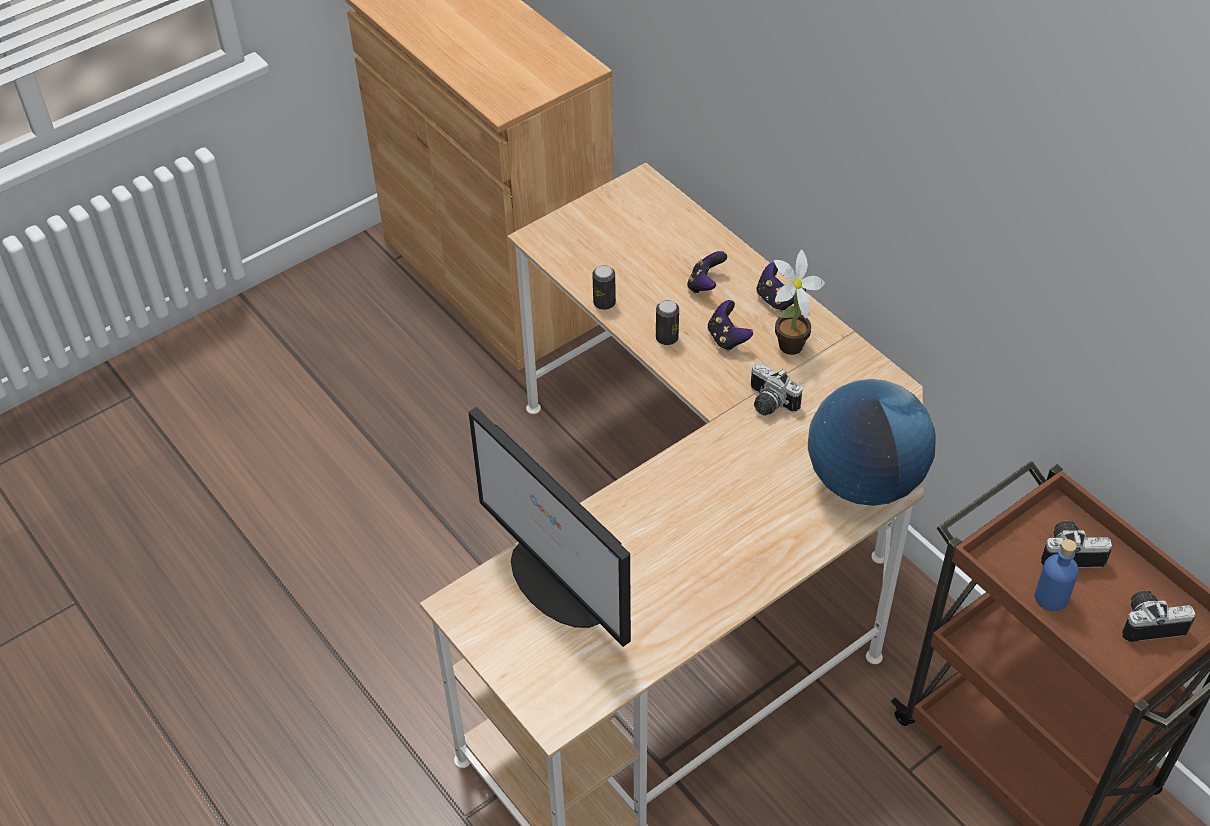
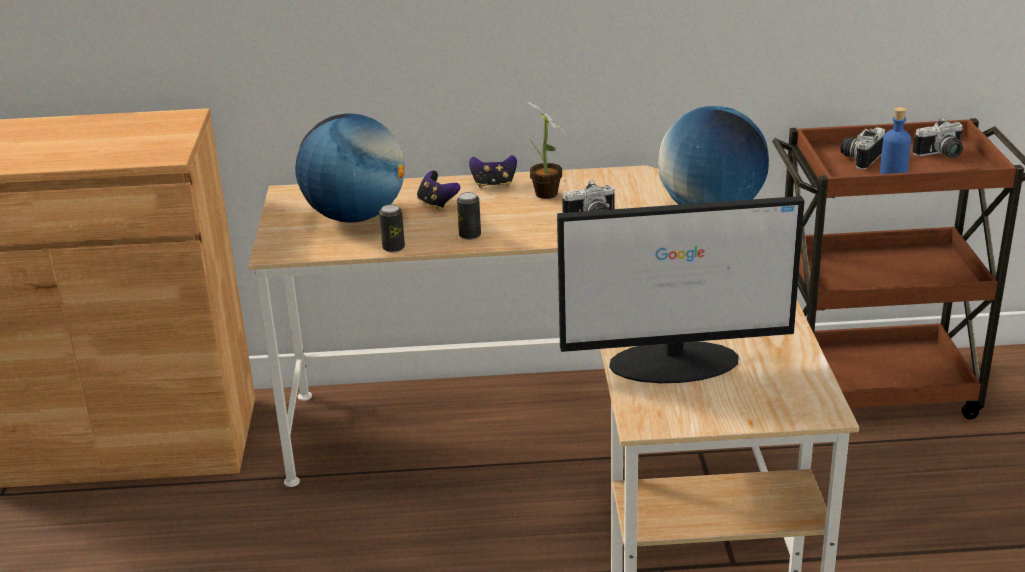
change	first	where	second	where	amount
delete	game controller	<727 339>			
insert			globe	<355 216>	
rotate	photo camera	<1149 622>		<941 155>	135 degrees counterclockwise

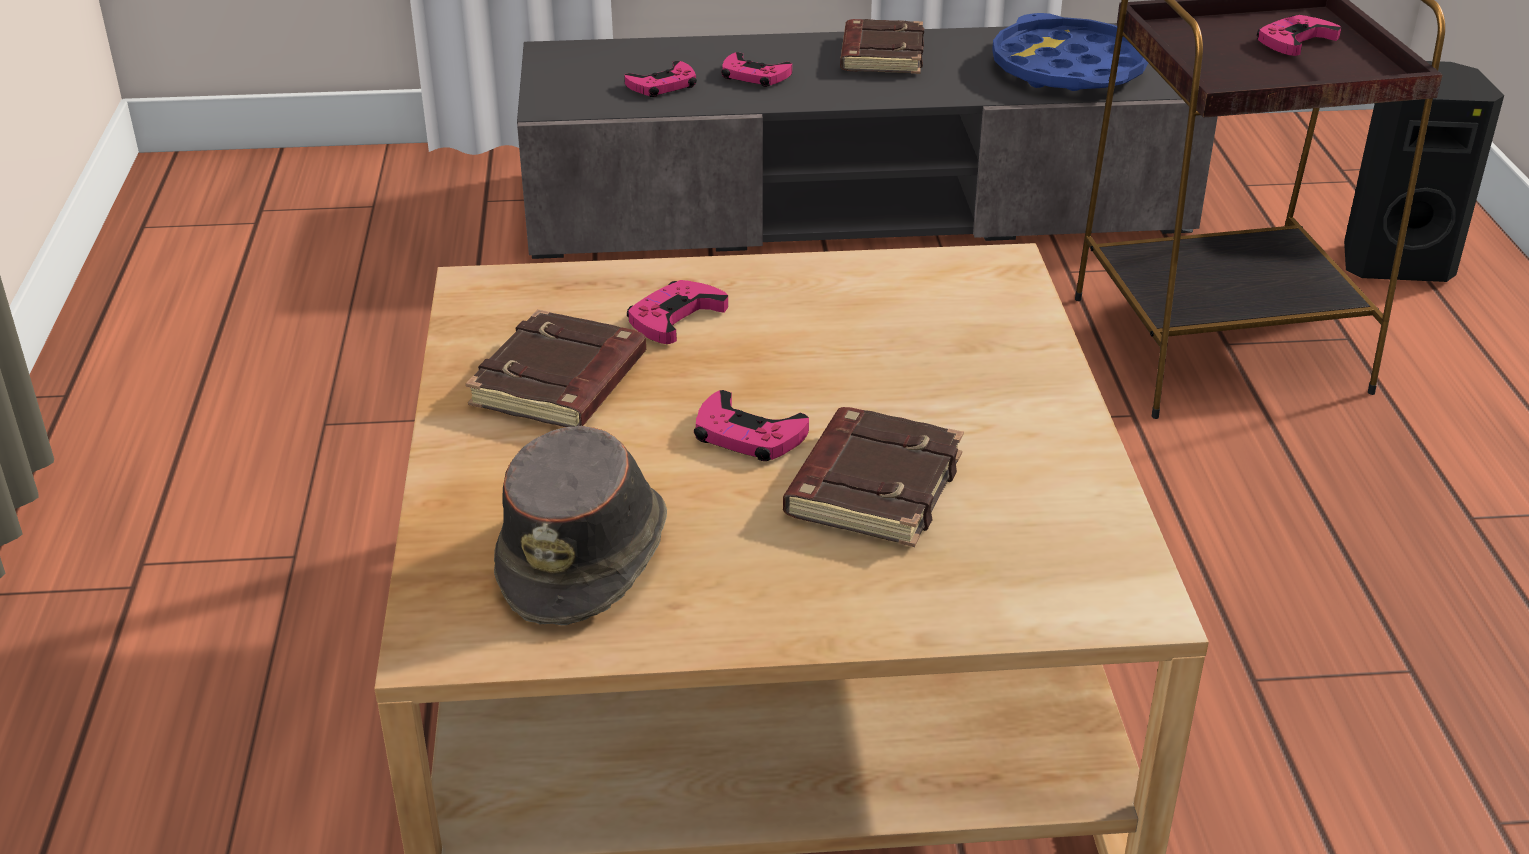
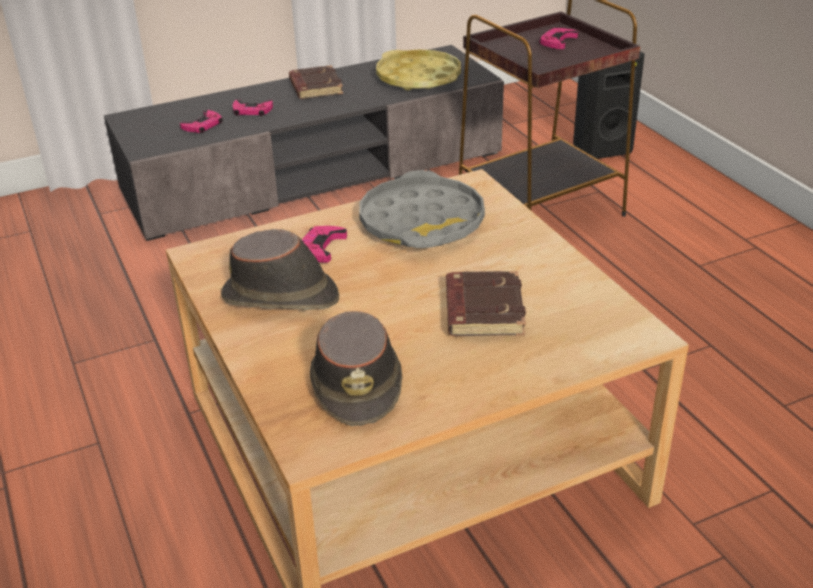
change	first	where	second	where	amount
delete	game controller/pink	<748 436>			
insert			tray/grey	<422 222>	
replace	book/brown	<561 383>	hat/brown	<281 297>	
recolor	tray/blue	<1068 69>	tray/yellow	<418 78>	

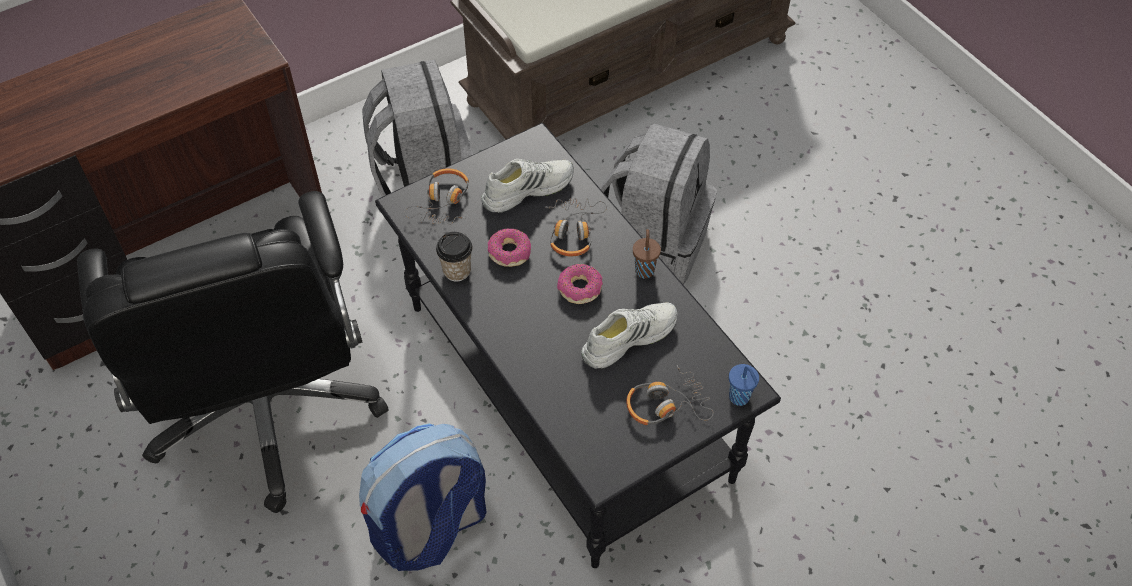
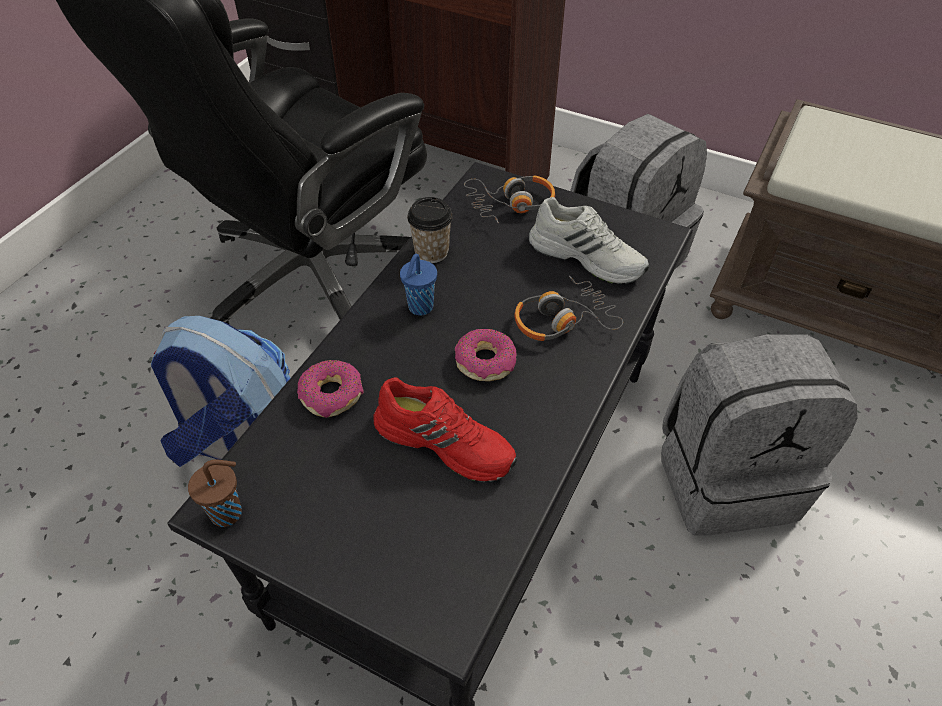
change	first	where	second	where	amount
delete	headphones	<666 405>			
move	donut	<509 252>		<332 395>	
move	cup/brown	<644 270>		<228 512>	
move	cup/blue	<740 398>		<420 308>	
recolor	shoe/white	<628 337>	shoe/red	<446 441>	

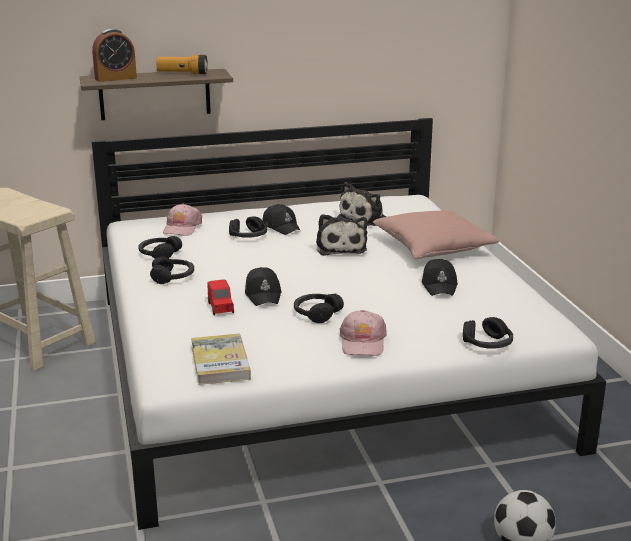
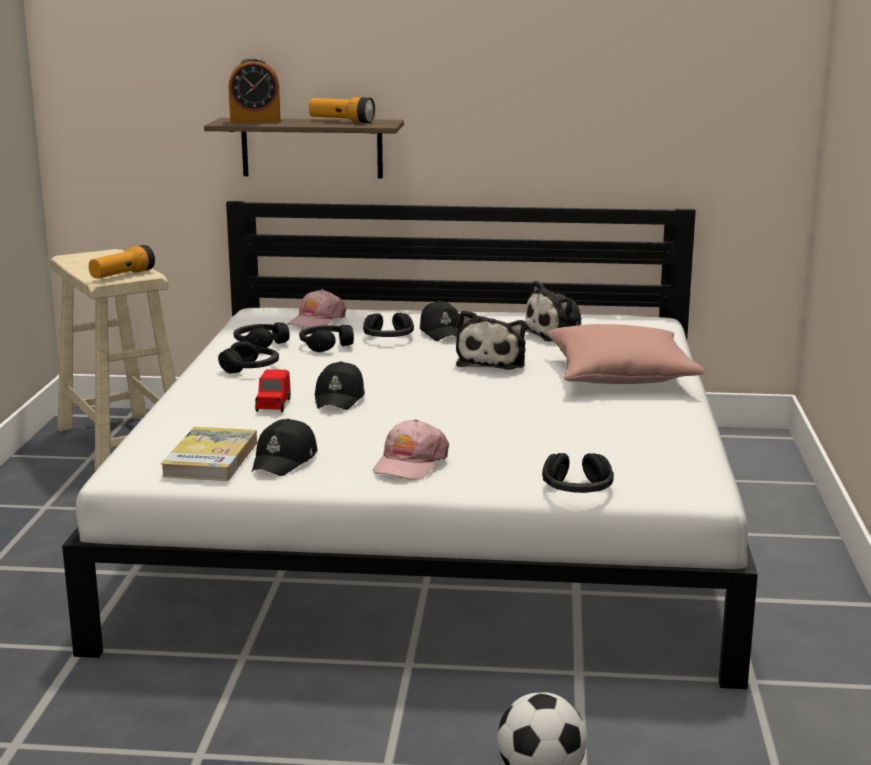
change	first	where	second	where	amount
insert			flashlight	<122 275>	
move	headphones/black	<316 314>		<325 345>	
move	cap/black	<439 285>		<285 460>	

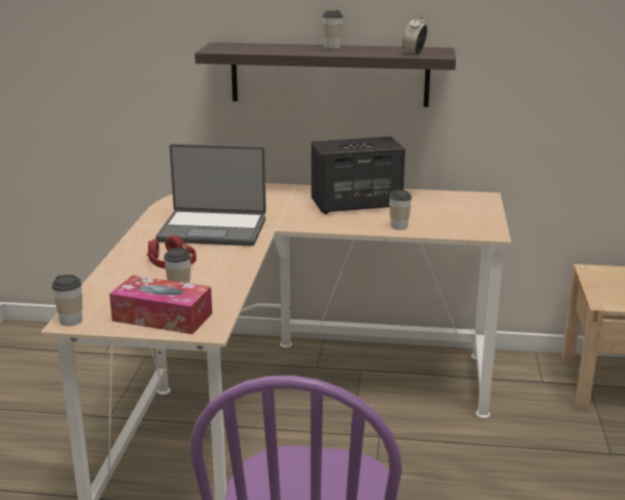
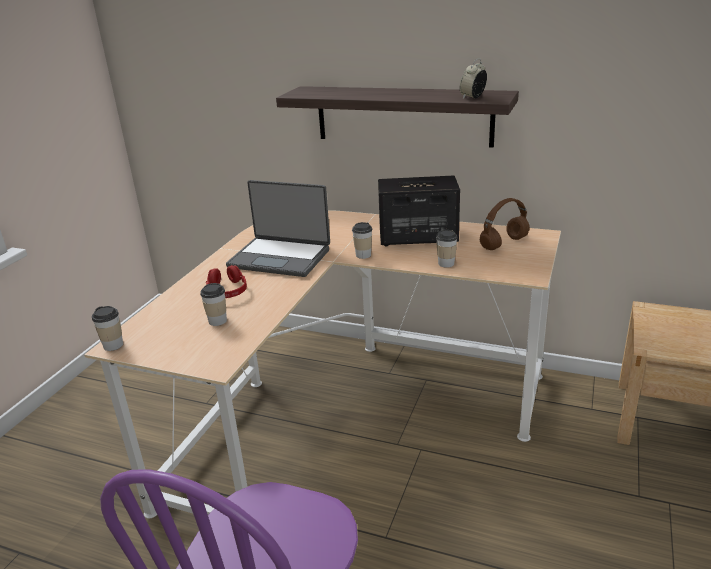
change	first	where	second	where	amount
delete	tissue box	<162 317>			
insert			headphones/brown	<504 243>	
move	cup	<332 47>		<363 255>	

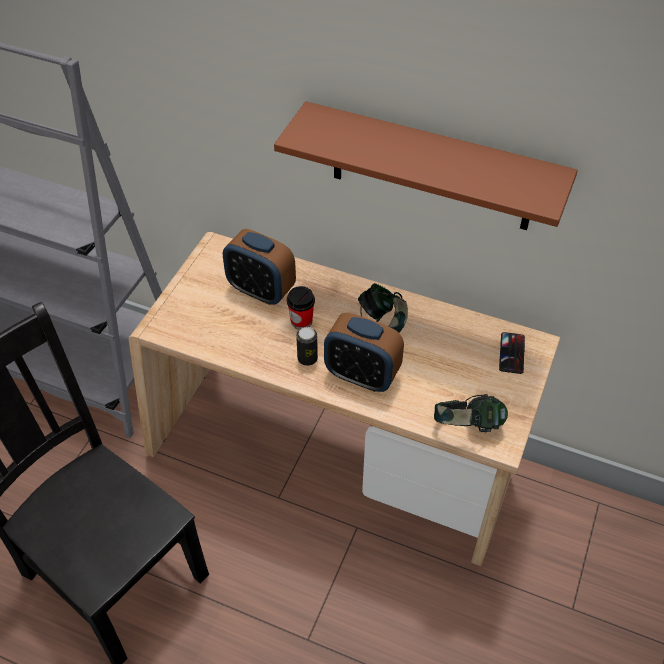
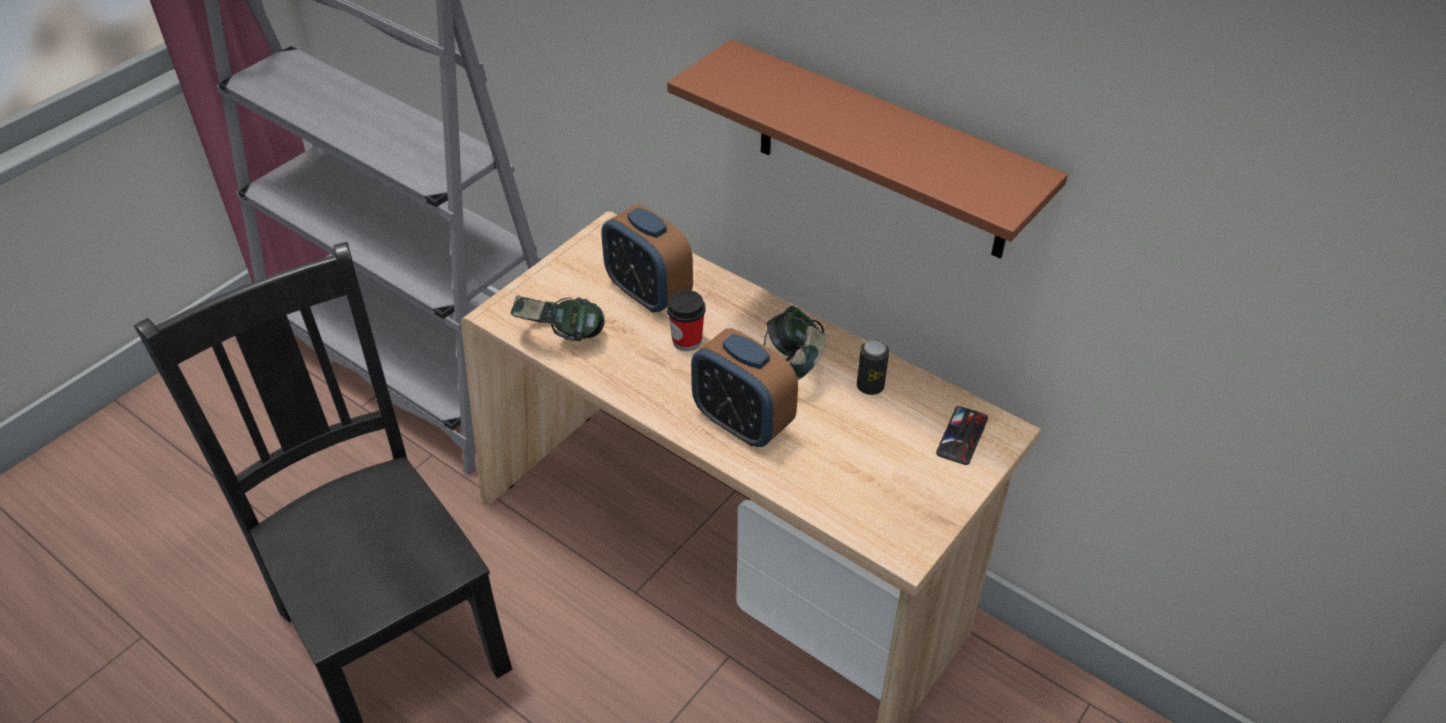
change	first	where	second	where	amount
move	can	<307 358>		<870 386>	
move	headphones	<467 427>		<560 337>	

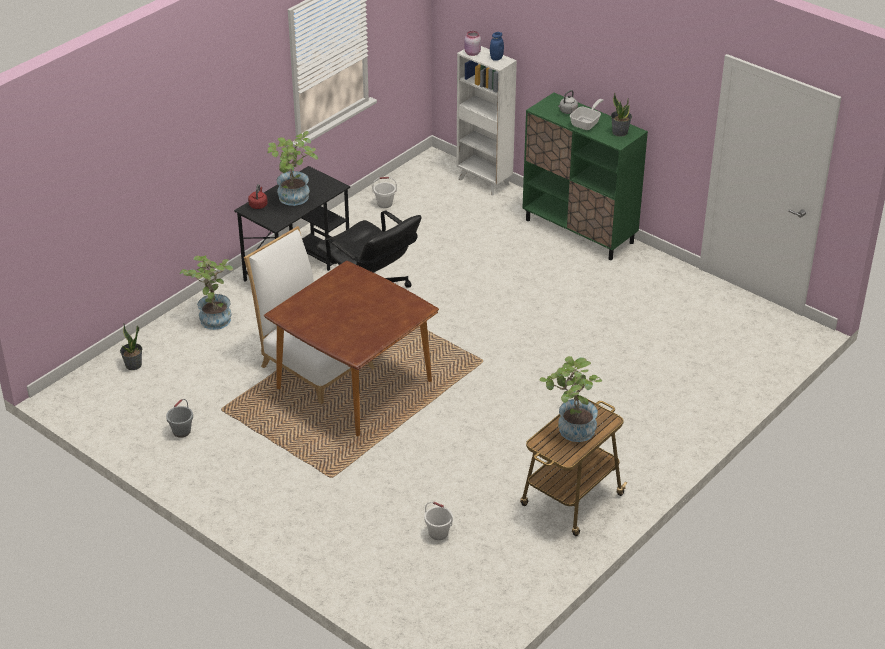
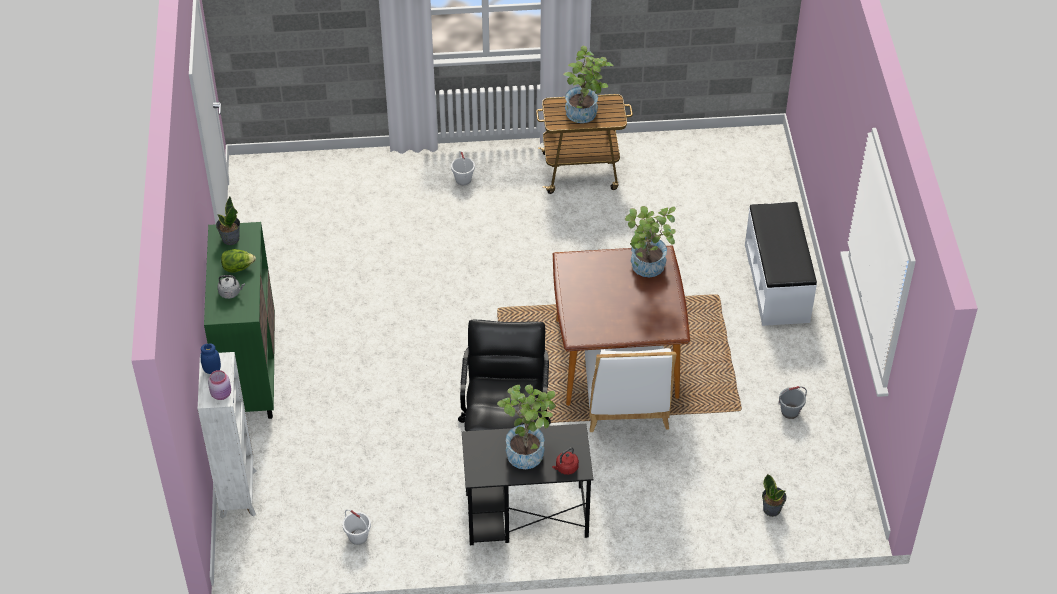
change	first	where	second	where	amount
insert			bench/white	<777 283>	
move	potted plant	<213 317>		<647 269>	
move	bucket/white	<438 533>		<463 179>	
replace	frying pan	<587 123>	lettuce	<238 268>	

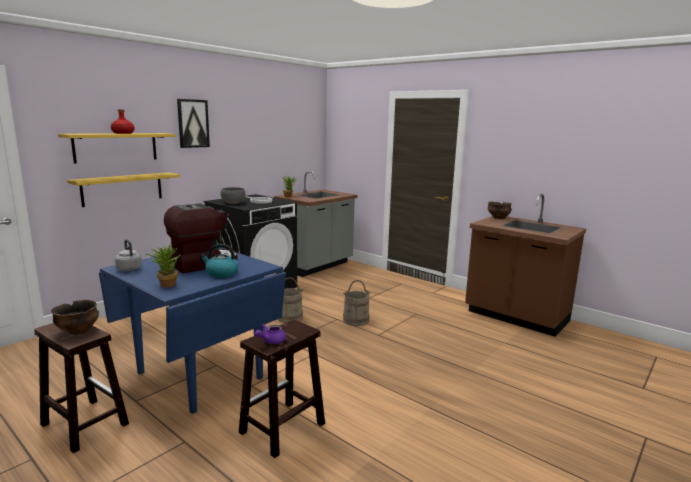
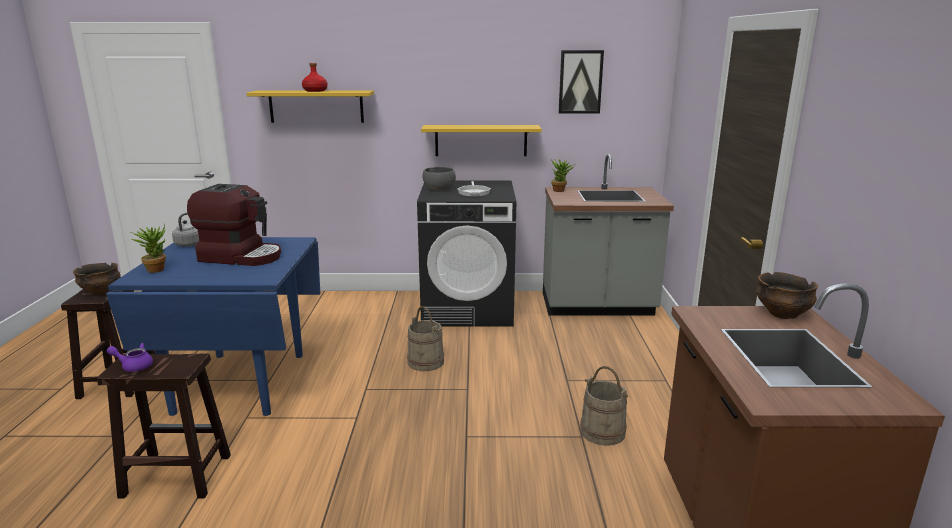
change	first	where	second	where	amount
delete	kettle	<221 273>			
move	shelf/yellow	<122 189>		<481 140>	
move	picture	<193 123>		<580 82>	
move	bucket/beige	<356 320>		<603 431>	

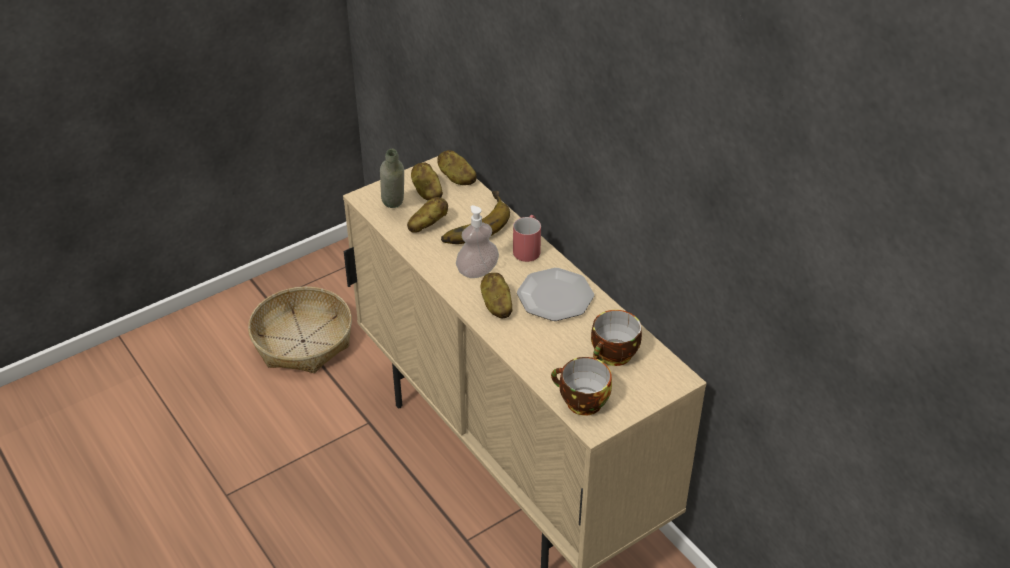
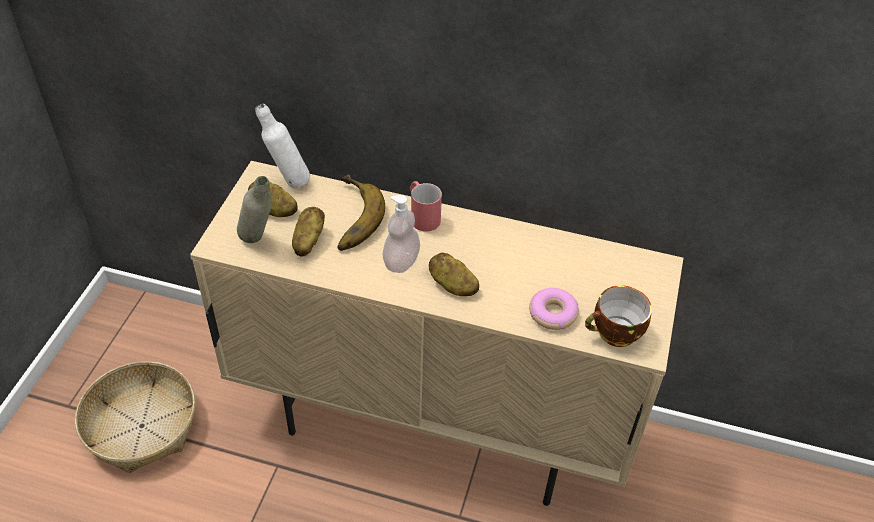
change	first	where	second	where	amount
delete	plate	<555 296>			
delete	cup	<614 356>			
insert			donut	<552 313>	
replace	potato	<456 178>	bottle/white	<287 182>	

